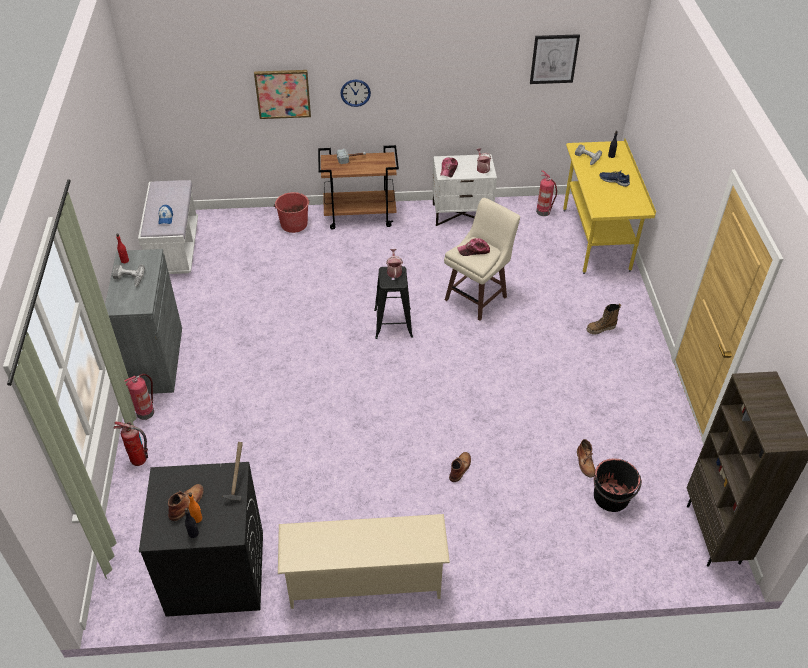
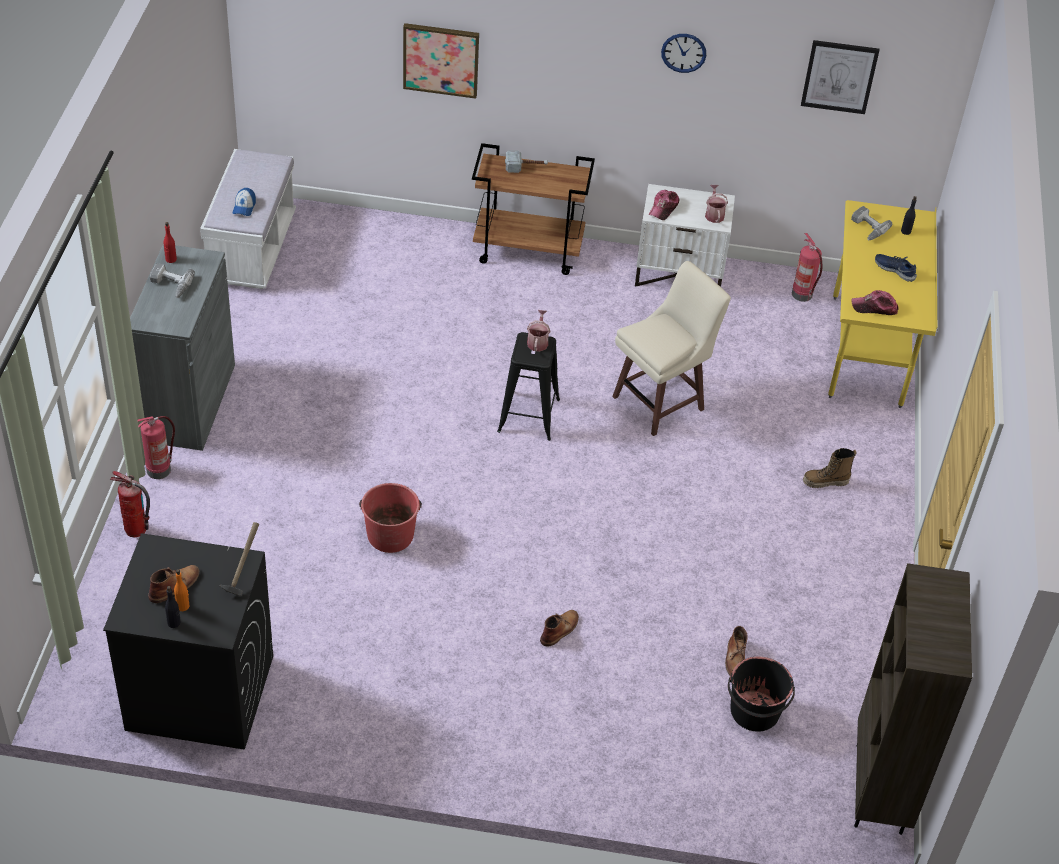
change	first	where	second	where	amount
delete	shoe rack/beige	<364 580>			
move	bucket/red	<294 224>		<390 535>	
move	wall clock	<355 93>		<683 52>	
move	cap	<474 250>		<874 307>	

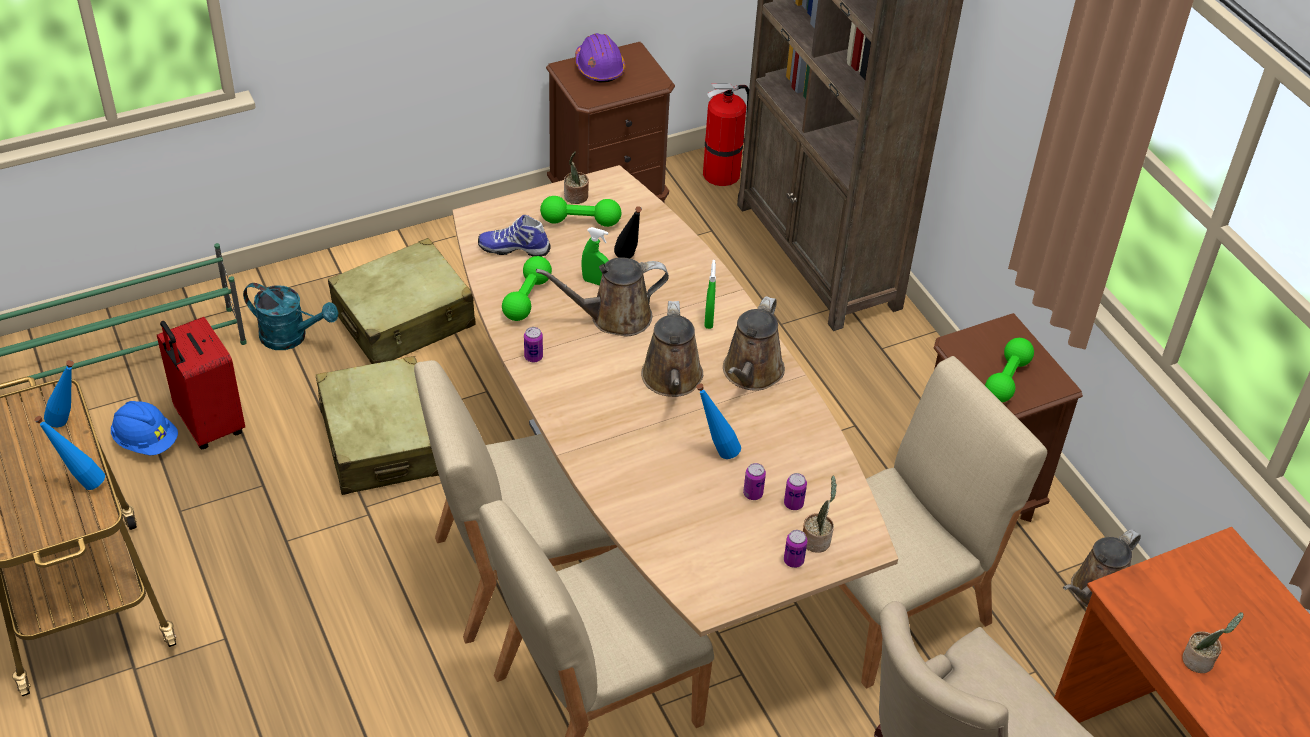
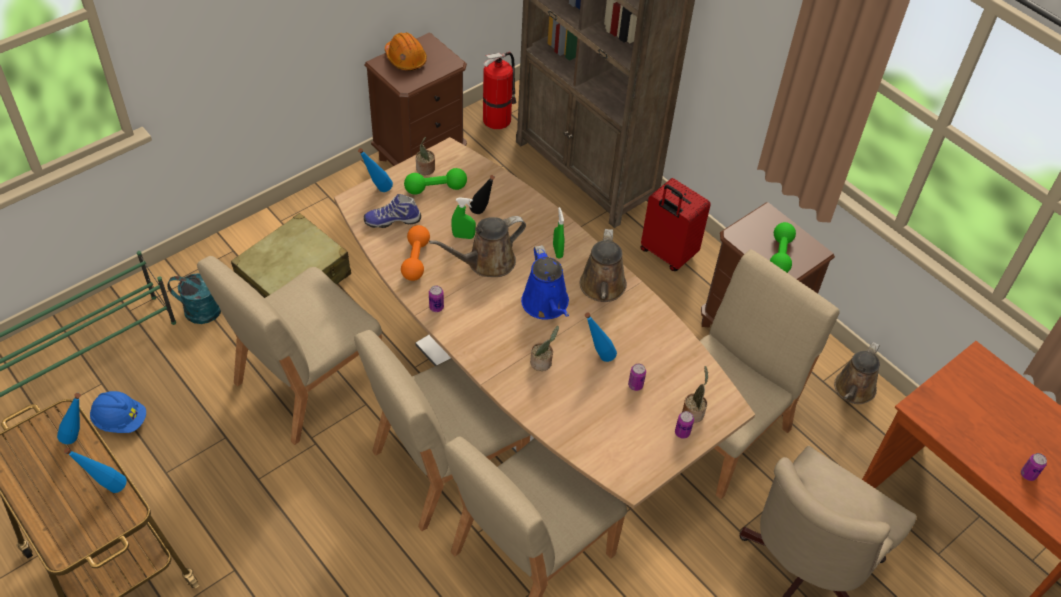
change	first	where	second	where	amount
insert			bottle/blue	<377 191>	
move	suitcase/red	<208 425>		<667 254>	
move	can	<793 504>		<1028 474>	
move	potted plant	<1200 661>		<542 362>	
replace	suitcase/beige	<381 441>	chair/beige	<307 382>	
recolor	dumbbell/green	<527 298>	dumbbell/orange	<415 260>	
recolor	hard hat/purple	<599 68>	hard hat/orange	<405 59>	
recolor	watering can/brown	<672 380>	watering can/blue	<546 305>	

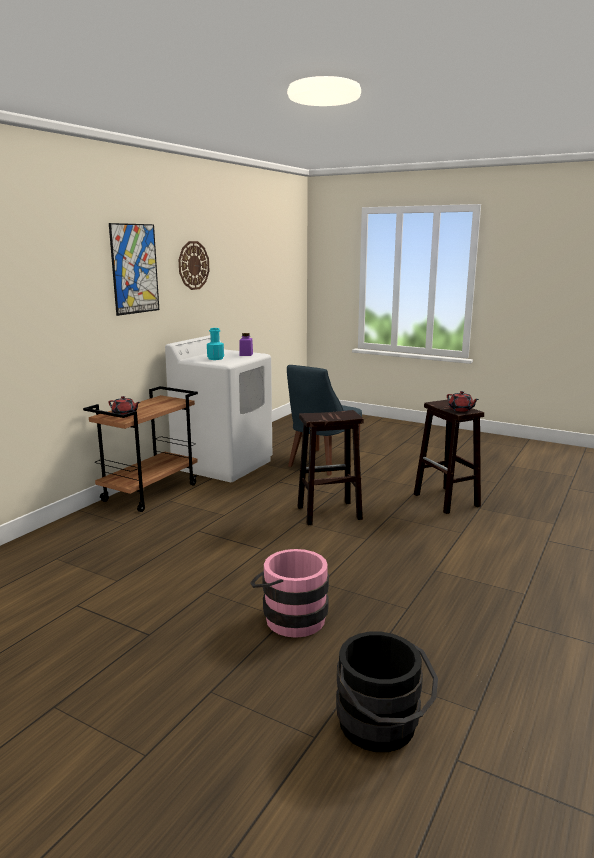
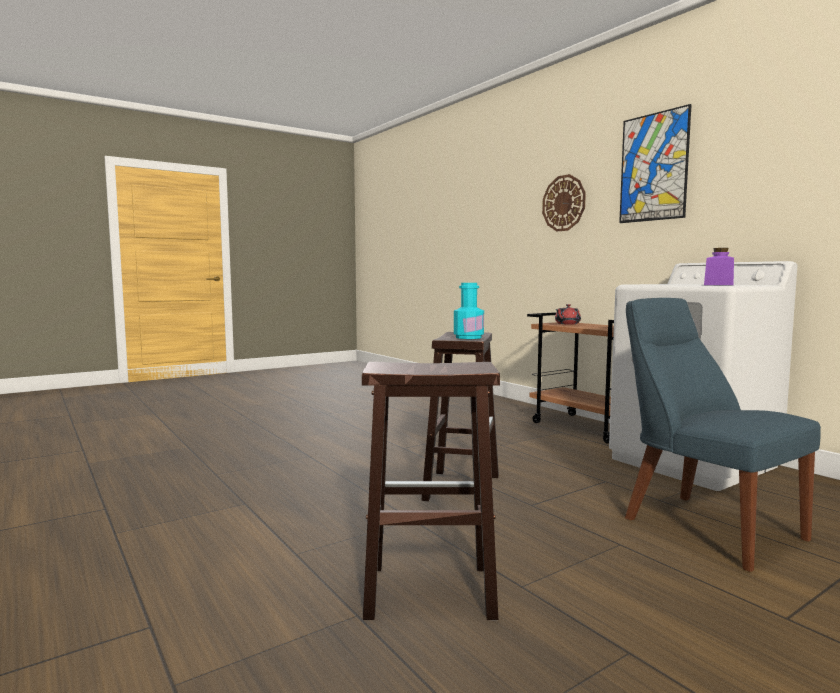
change	first	where	second	where	amount
delete	bucket/pink	<290 617>			
delete	bucket/black	<382 728>			
delete	teapot/red	<461 409>			
move	wall clock	<193 265>		<564 203>	
move	bottle/turquoise	<215 358>		<468 337>	

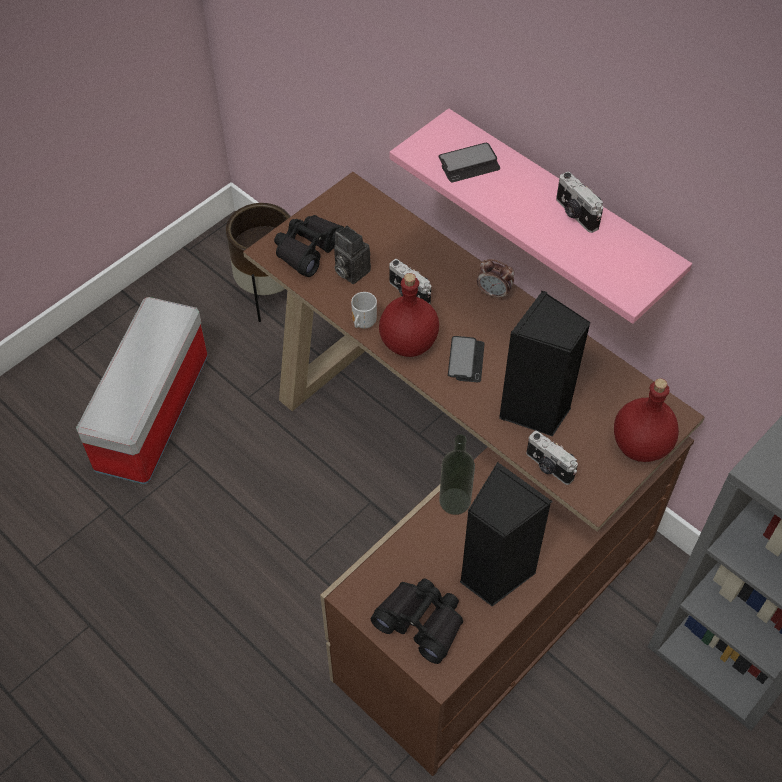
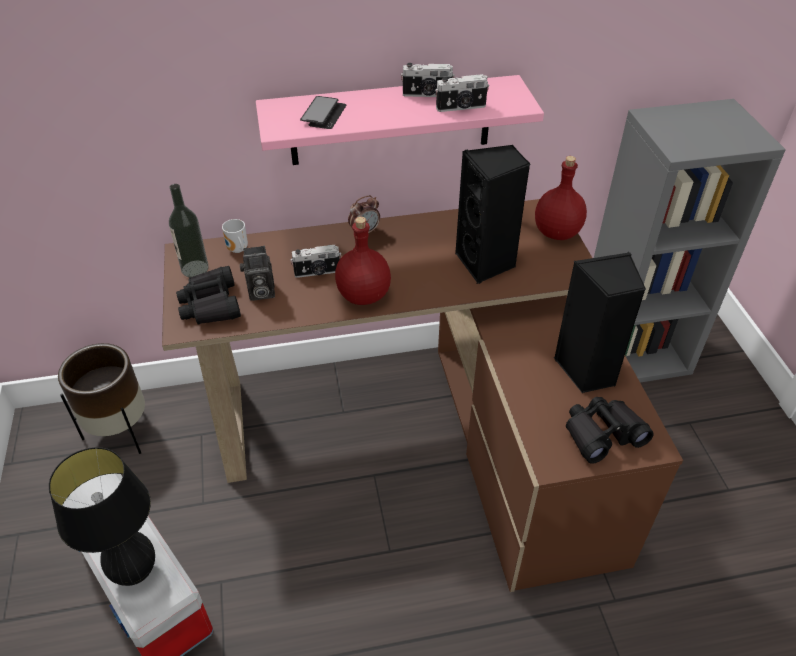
change	first	where	second	where	amount
delete	phone	<466 360>			
insert			table lamp/black	<136 573>	
move	mug	<362 323>		<237 250>	
move	bottle	<455 501>		<195 269>	
move	photo camera	<548 467>		<461 108>	

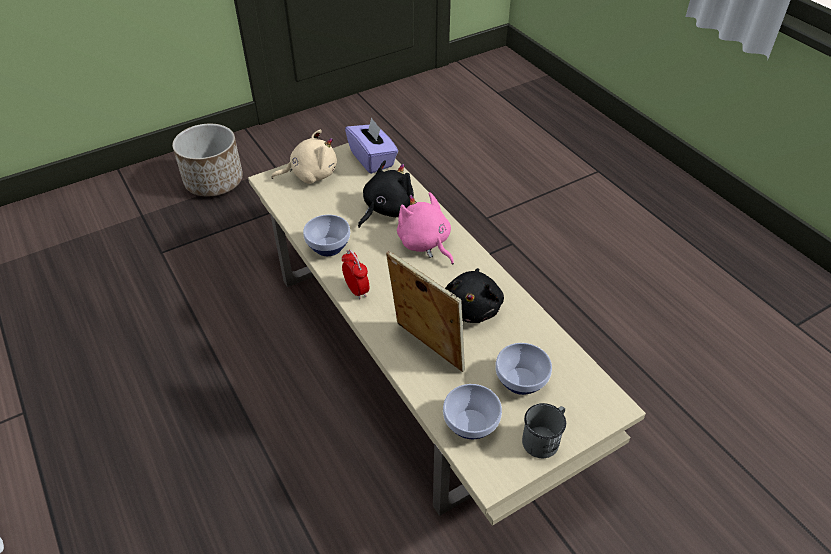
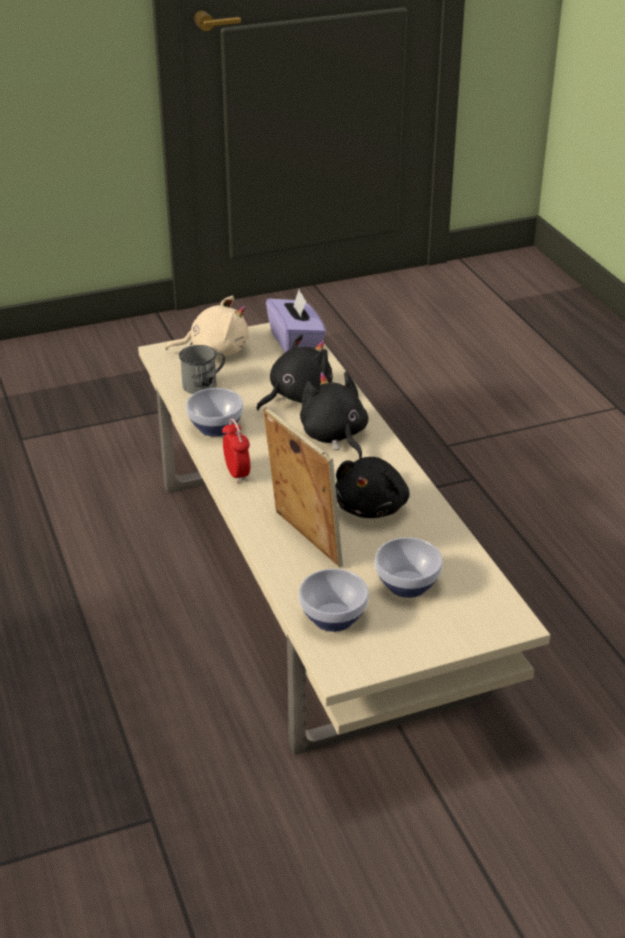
change	first	where	second	where	amount
delete	planter	<214 181>			
move	mug/grey	<544 438>		<204 384>	
recolor	plush toy/pink	<425 244>	plush toy/black	<334 436>	

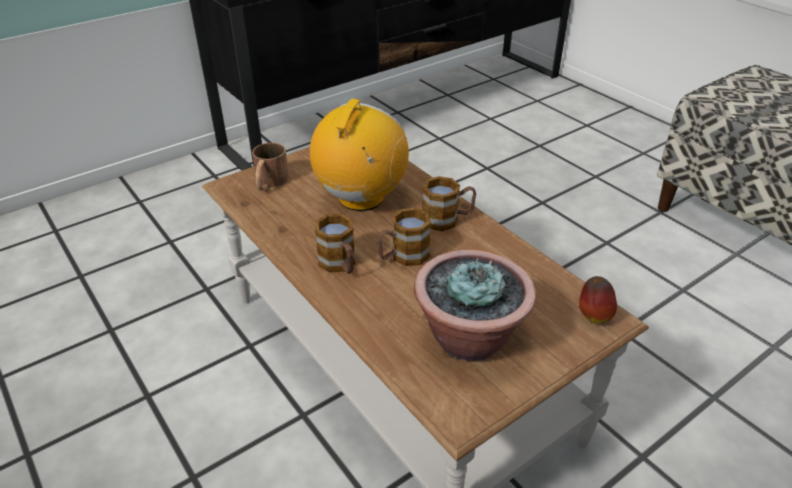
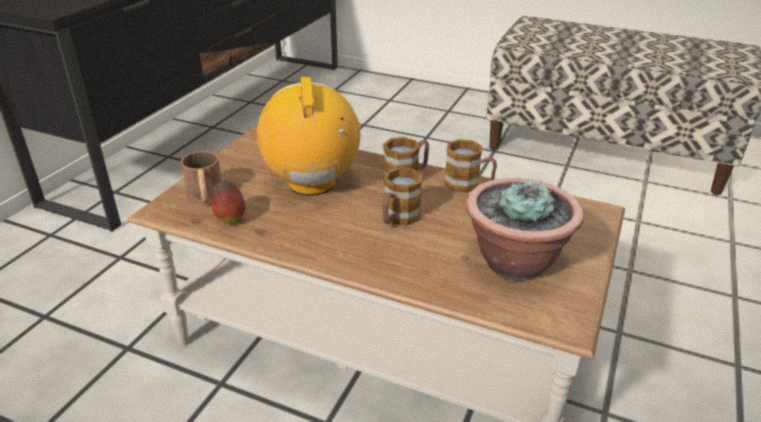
change	first	where	second	where	amount
move	mug	<340 265>		<468 185>	
move	apple	<593 316>		<229 219>	

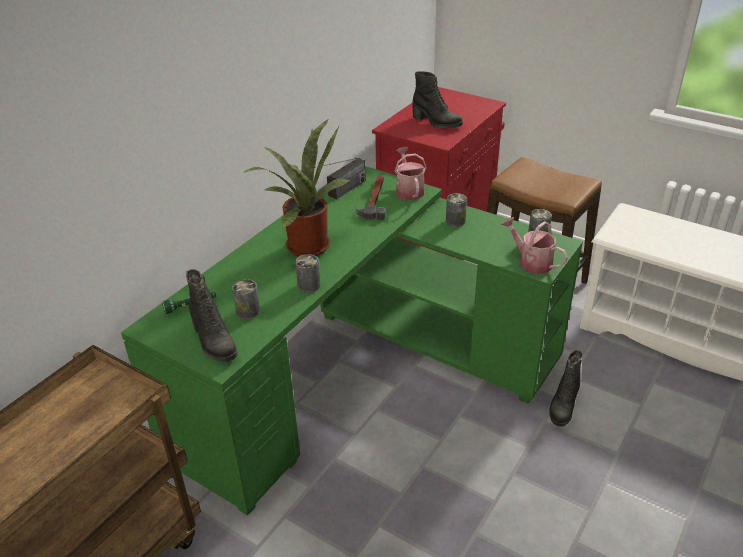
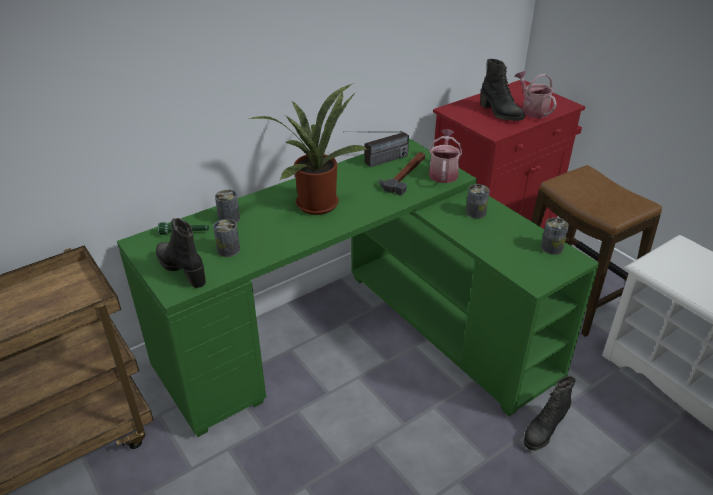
change	first	where	second	where	amount
move	can	<309 285>		<229 219>	
move	watering can	<531 262>		<532 110>	
rotate	boot/black	<213 342>		<182 269>	150 degrees clockwise

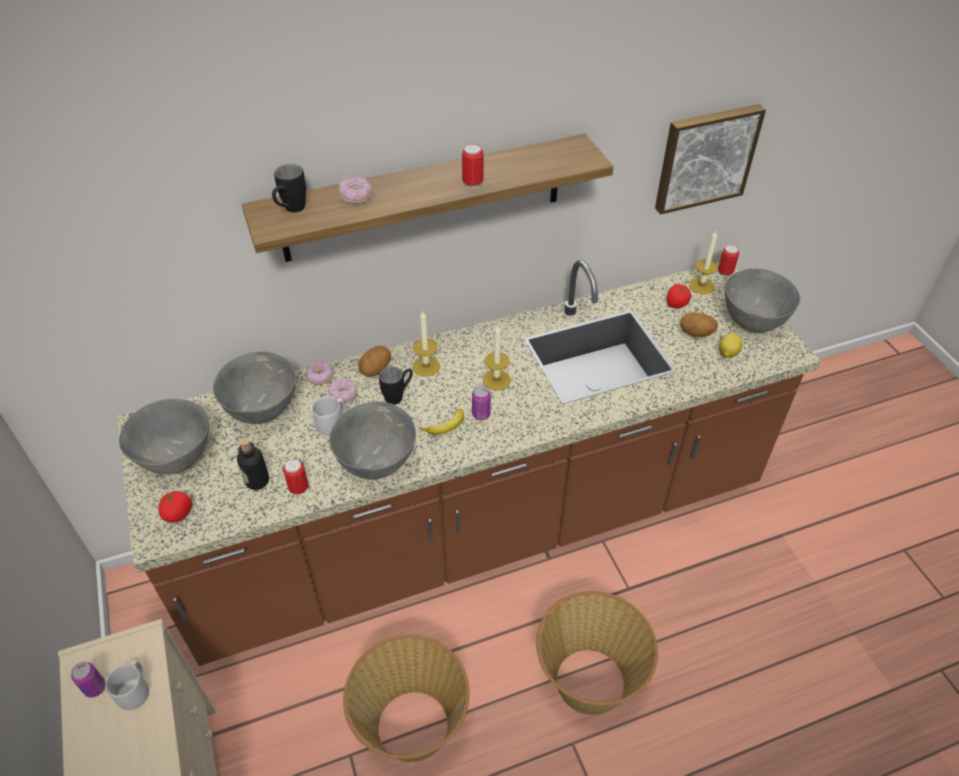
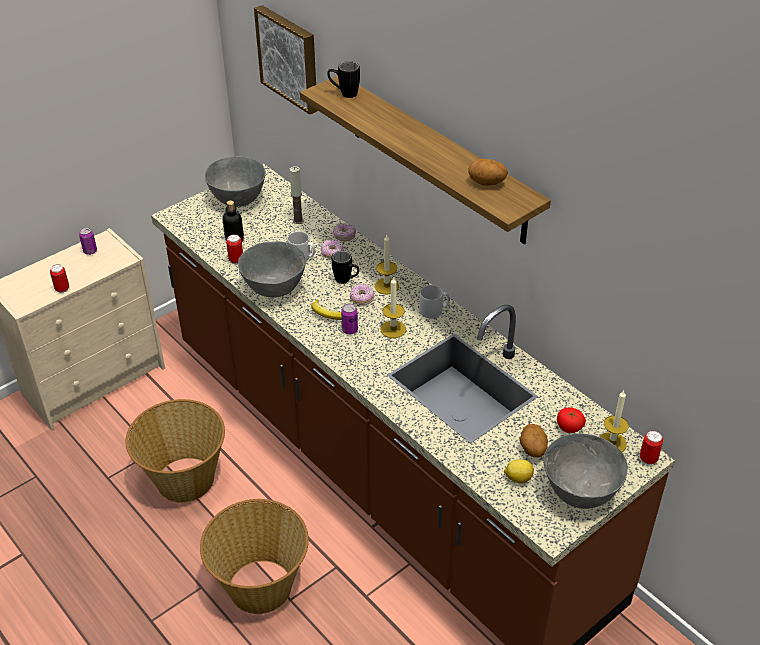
change	first	where	second	where	amount
delete	tomato	<178 513>			
move	mug/grey	<135 690>		<434 310>	
move	donut	<356 197>		<362 299>	
move	potato	<376 370>		<486 183>	
move	can	<472 183>		<62 289>	
move	picture	<705 157>		<290 58>	
replace	bowl/grey	<261 410>	candle	<298 220>	

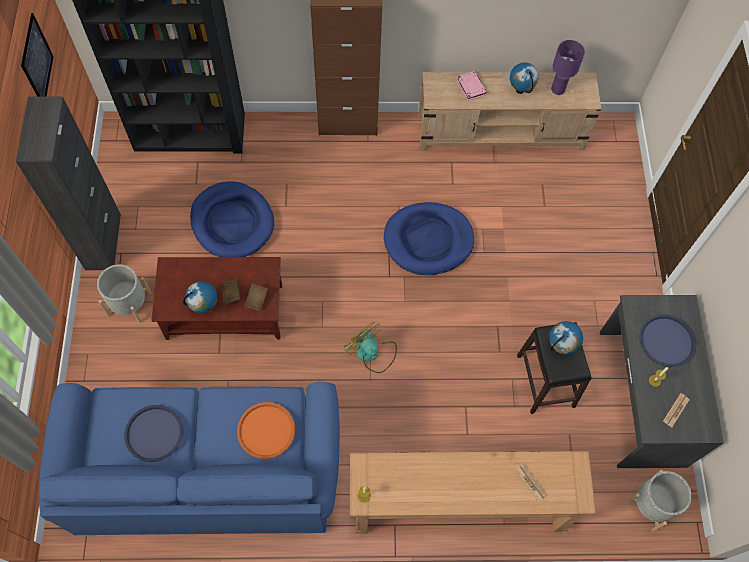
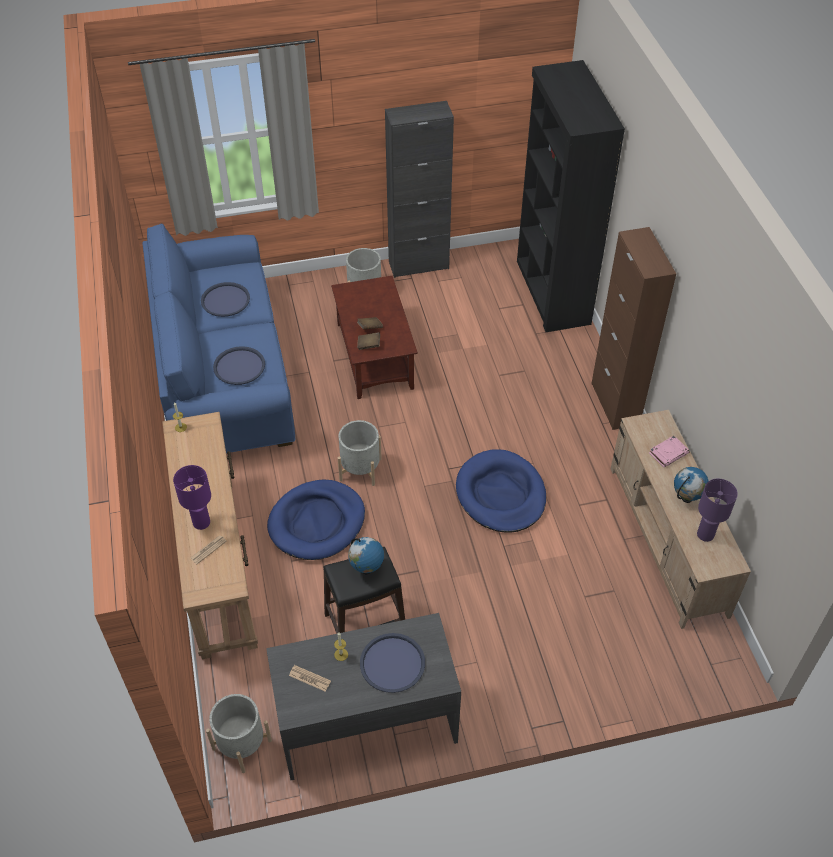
change	first	where	second	where	amount
delete	picture	<37 60>			
delete	globe	<205 306>			
insert			table lamp/purple	<201 522>	
move	dog bed/blue	<232 222>		<317 522>	
replace	fan	<372 353>	planter/grey	<360 469>	
recolor	tray/orange	<266 430>	tray/blue	<239 366>	

